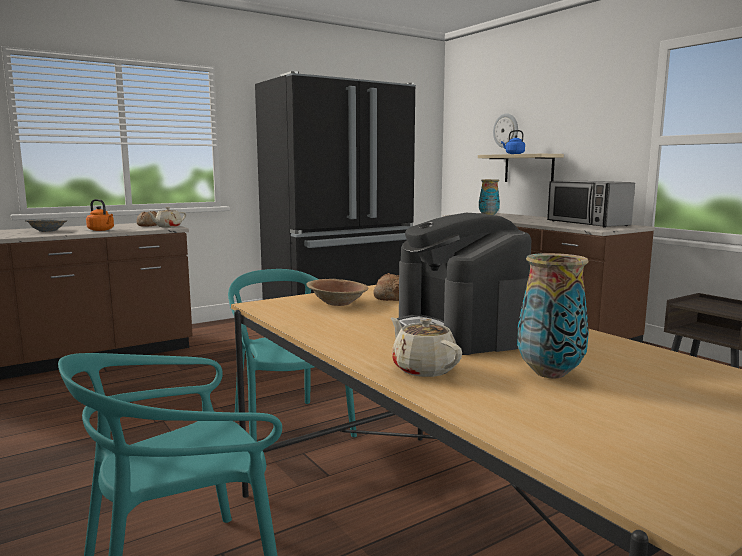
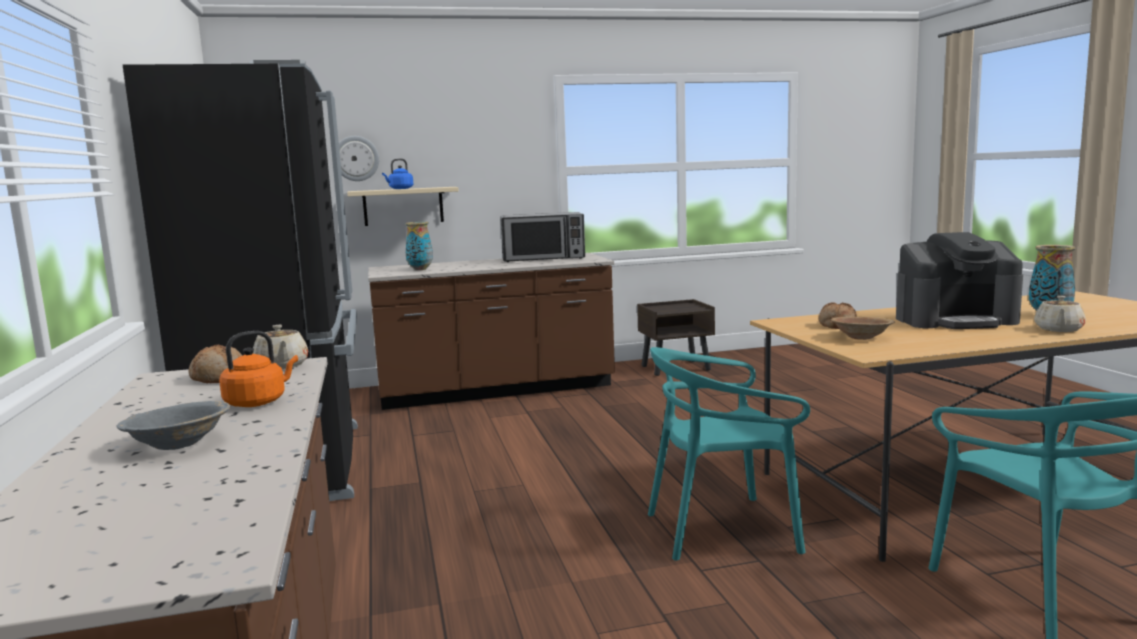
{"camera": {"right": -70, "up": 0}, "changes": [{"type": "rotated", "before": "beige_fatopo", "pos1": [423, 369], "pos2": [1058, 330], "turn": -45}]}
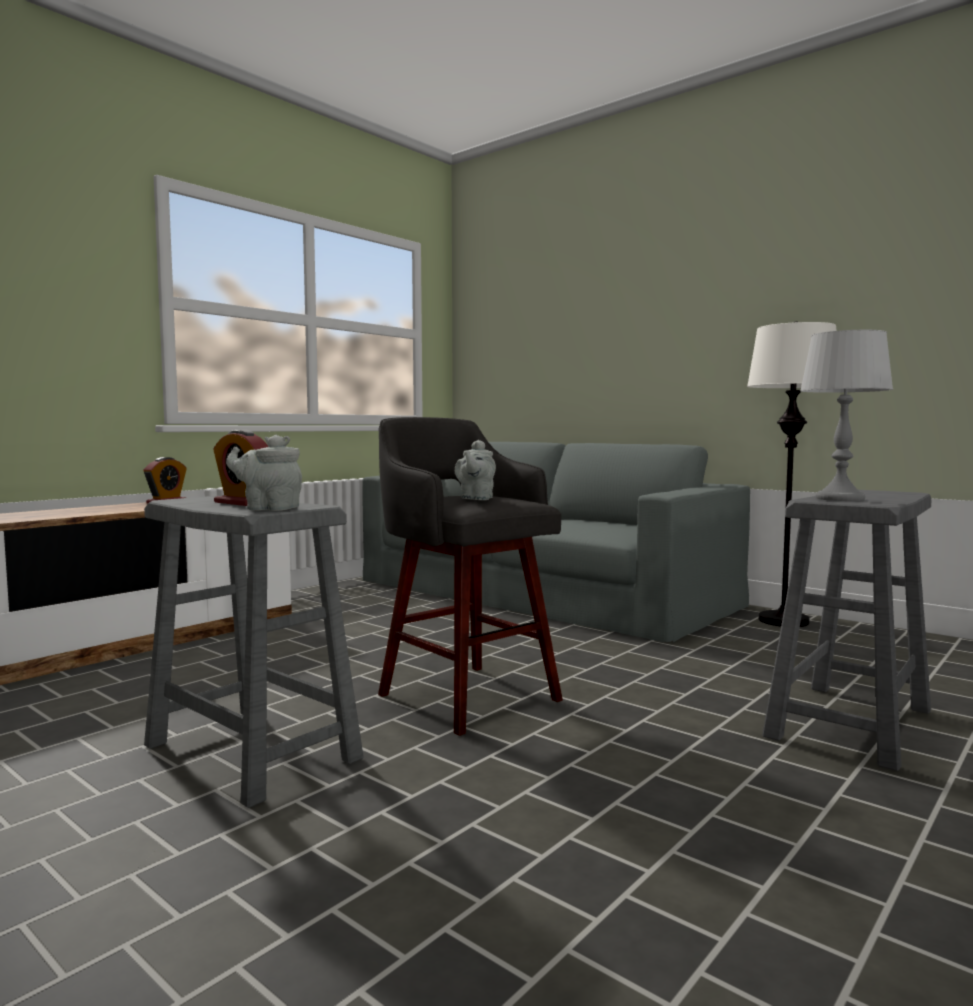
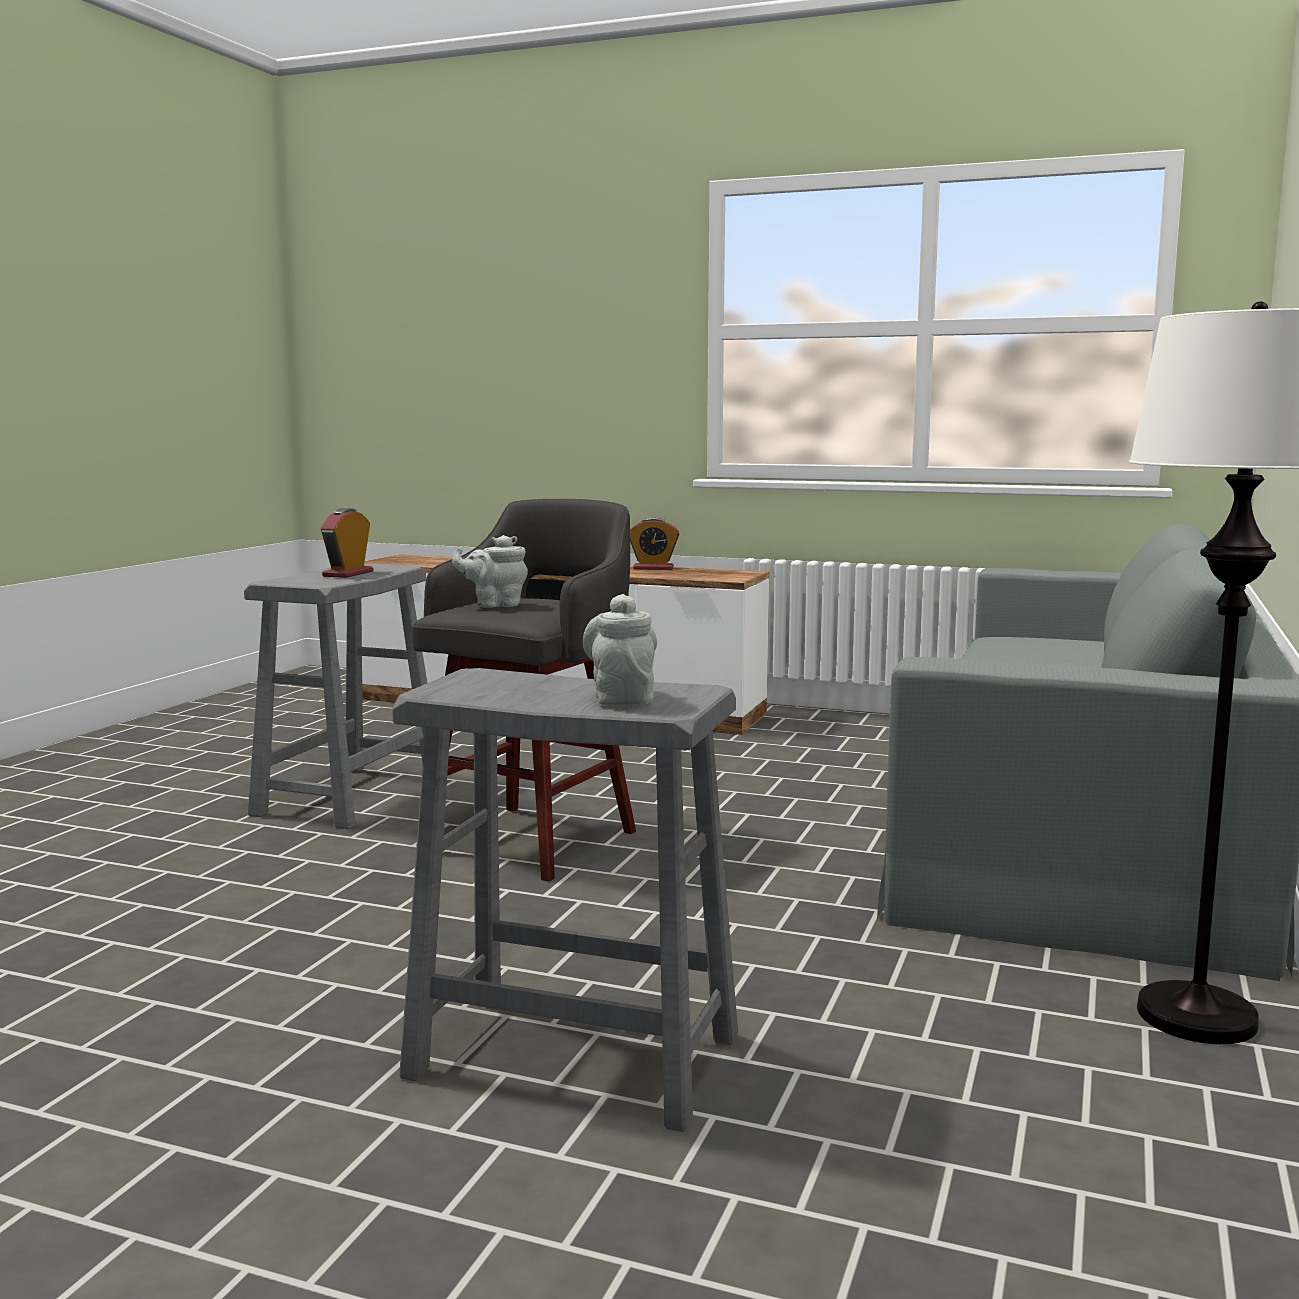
{"camera": {"right": 70, "up": 5}, "changes": [{"type": "shifted", "before": "grey_fatopo", "pos1": [268, 508], "pos2": [622, 698]}, {"type": "gone", "before": "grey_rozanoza", "pos1": [840, 499]}]}
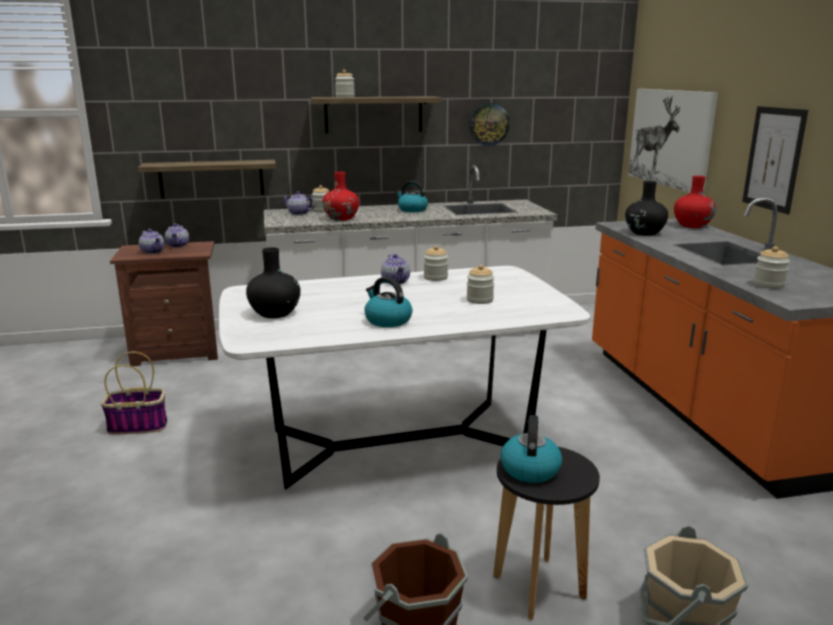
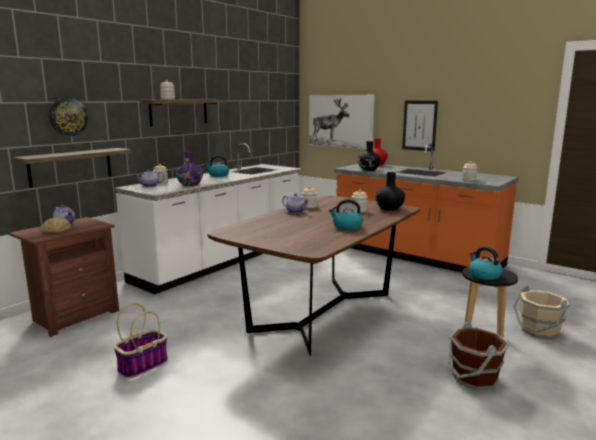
{"camera": {"right": -40, "up": -5}, "changes": [{"type": "swapped", "before": "fatopo", "after": "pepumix", "pos1": [153, 251], "pos2": [56, 230]}, {"type": "repainted", "before": "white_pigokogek", "after": "brown_pigokogek", "pos1": [398, 442], "pos2": [322, 312]}, {"type": "shifted", "before": "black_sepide", "pos1": [275, 313], "pos2": [389, 208]}, {"type": "repainted", "before": "red_sepide", "after": "purple_sepide", "pos1": [341, 218], "pos2": [190, 184]}, {"type": "shifted", "before": "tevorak", "pos1": [489, 124], "pos2": [68, 116]}]}
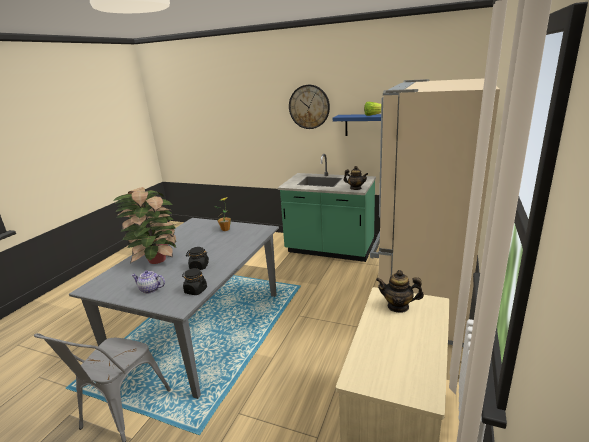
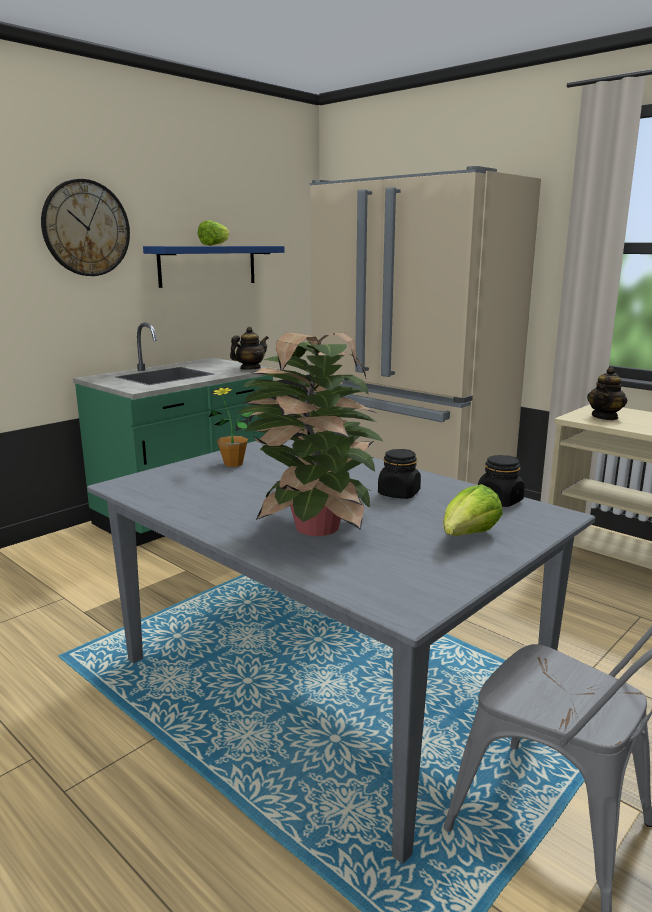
{"camera": {"right": -70, "up": -5}, "changes": [{"type": "swapped", "before": "fatopo", "after": "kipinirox", "pos1": [150, 289], "pos2": [468, 537]}]}
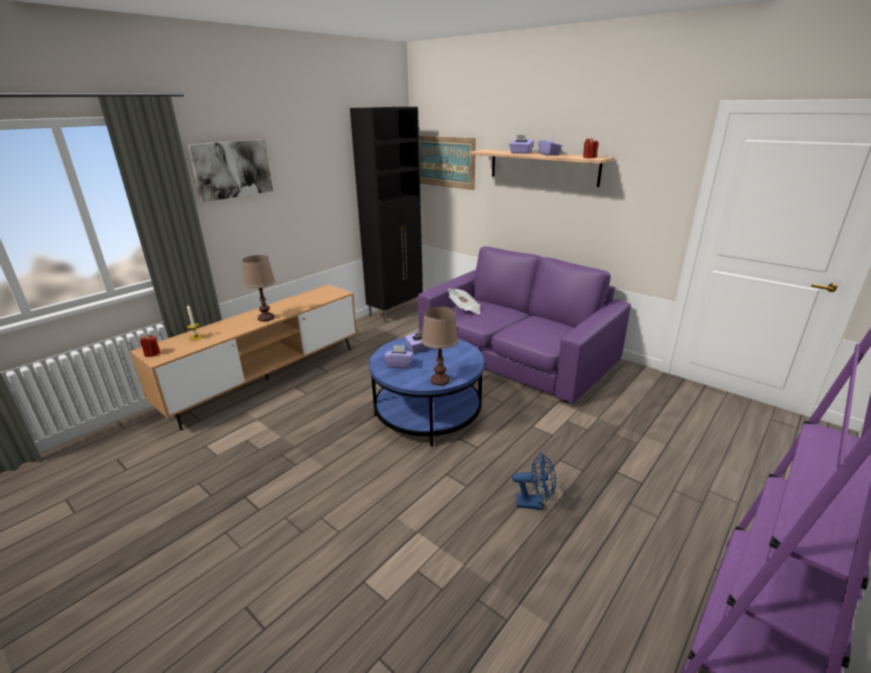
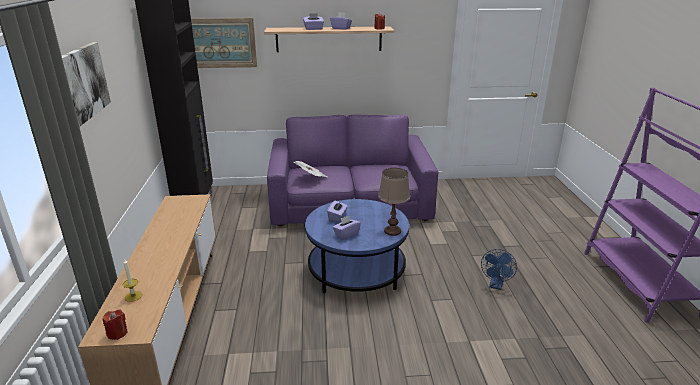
{"camera": {"right": -45, "up": 0}, "changes": [{"type": "gone", "before": "brown_rozanoza", "pos1": [266, 318]}, {"type": "rotated", "before": "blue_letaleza", "pos1": [534, 503], "pos2": [496, 285], "turn": 150}]}
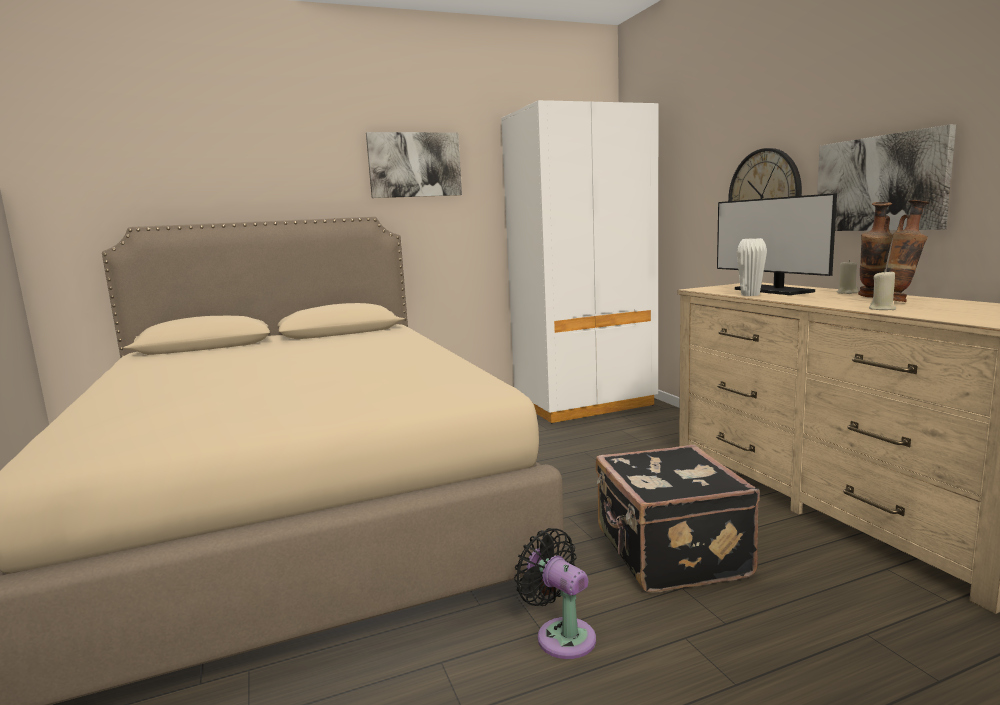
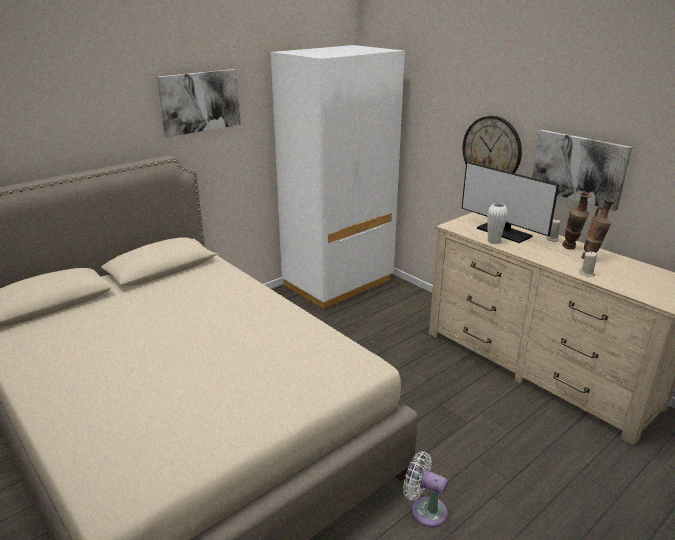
{"camera": {"right": -20, "up": 15}, "changes": [{"type": "repainted", "before": "black_letaleza", "after": "white_letaleza", "pos1": [561, 635], "pos2": [425, 510]}, {"type": "gone", "before": "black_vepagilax", "pos1": [669, 554]}]}
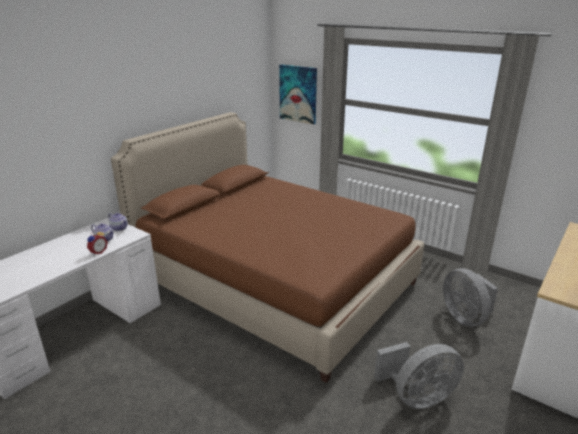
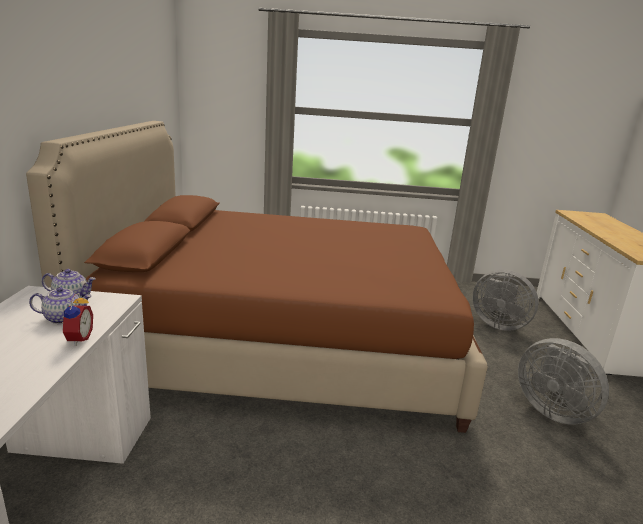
{"camera": {"right": -35, "up": -5}, "changes": [{"type": "gone", "before": "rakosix", "pos1": [298, 94]}, {"type": "rotated", "before": "grey_letaleza", "pos1": [417, 397], "pos2": [553, 410], "turn": 105}]}
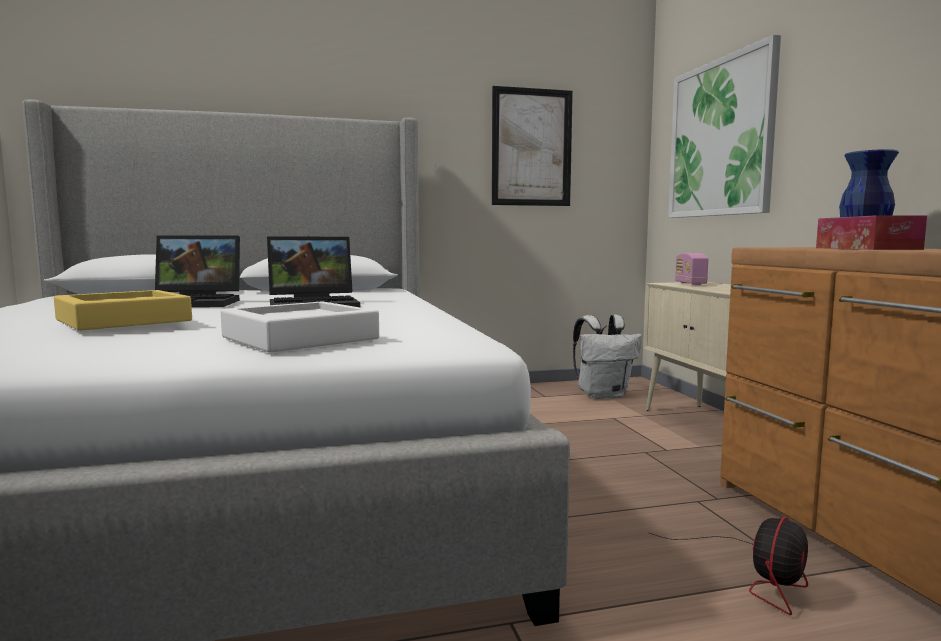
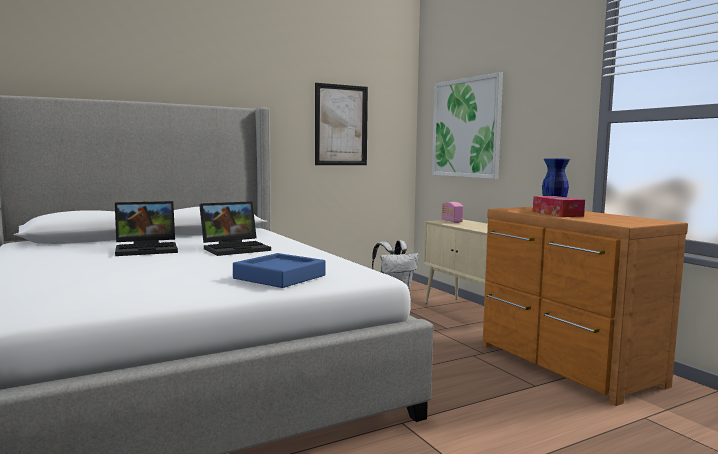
{"camera": {"right": -15, "up": 0}, "changes": [{"type": "gone", "before": "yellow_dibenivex", "pos1": [123, 320]}, {"type": "repainted", "before": "white_dibenivex", "after": "blue_dibenivex", "pos1": [300, 338], "pos2": [279, 277]}, {"type": "gone", "before": "letaleza", "pos1": [757, 576]}]}
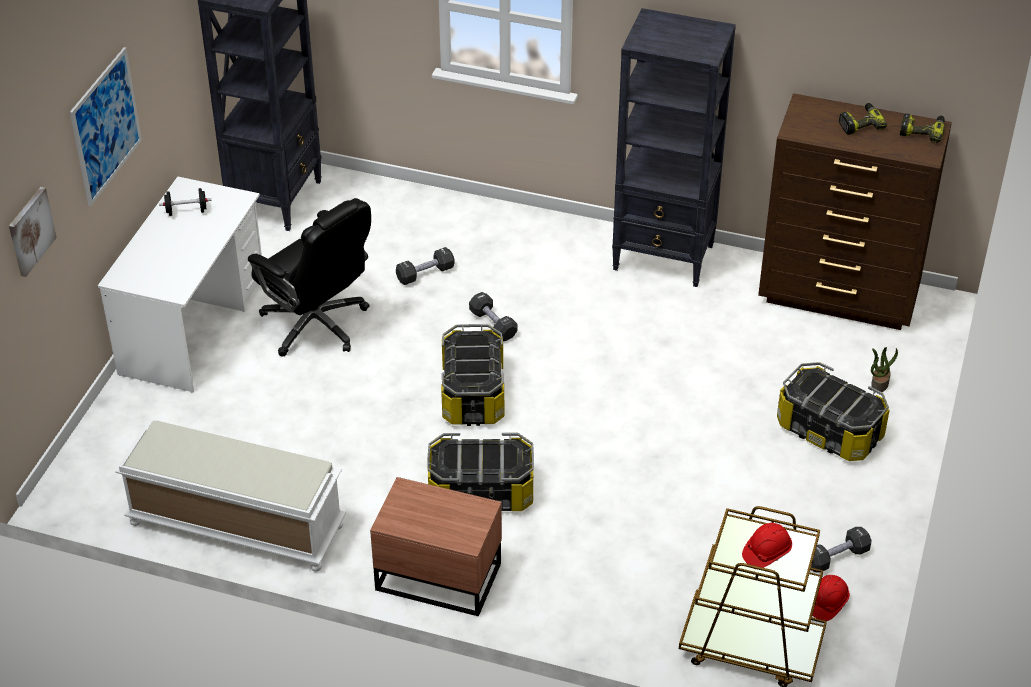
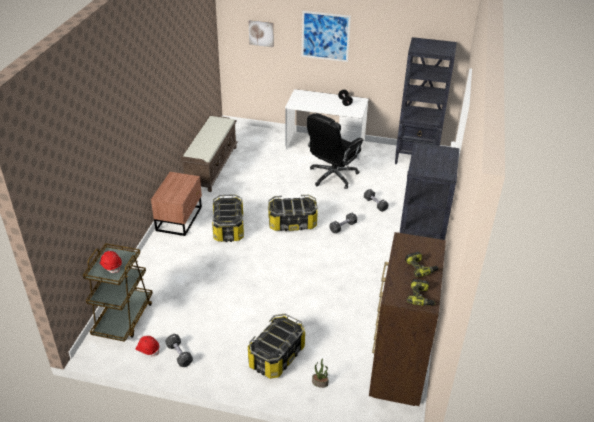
{"camera": {"right": 85, "up": -5}, "changes": [{"type": "repainted", "before": "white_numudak", "after": "brown_numudak", "pos1": [235, 525], "pos2": [211, 166]}]}
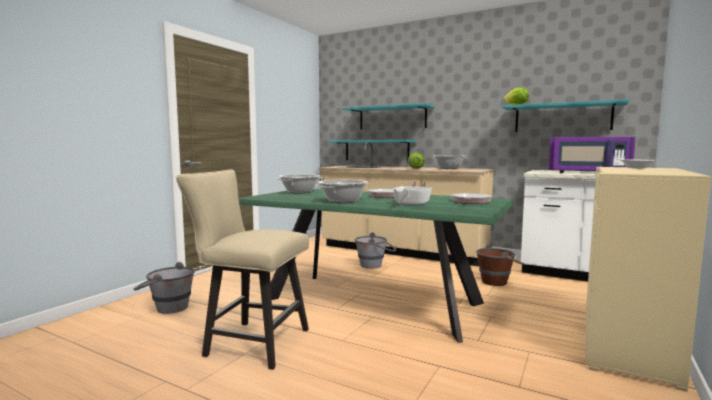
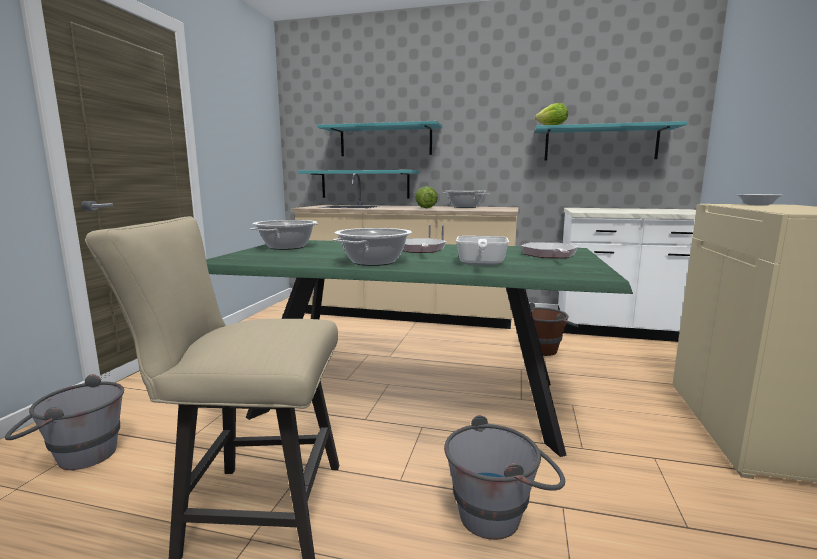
{"camera": {"right": -15, "up": 5}, "changes": [{"type": "shifted", "before": "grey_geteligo", "pos1": [375, 265], "pos2": [501, 514]}, {"type": "gone", "before": "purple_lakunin", "pos1": [589, 173]}]}
